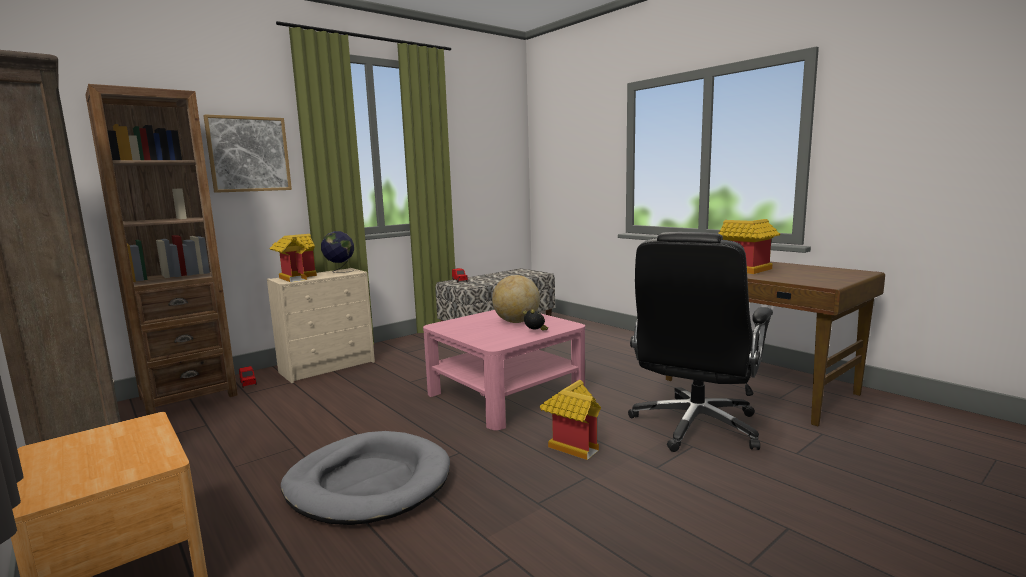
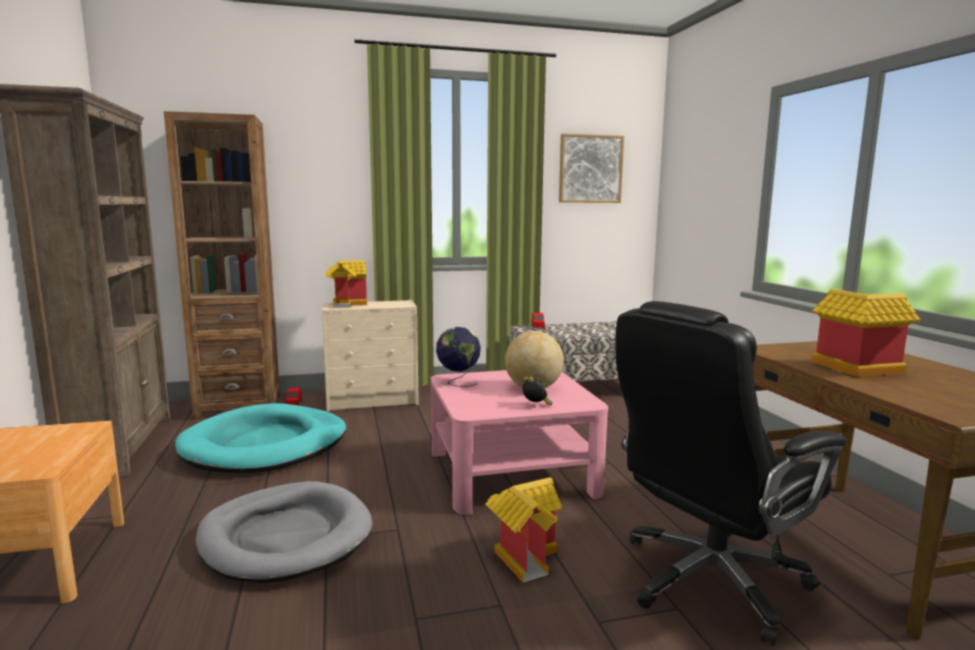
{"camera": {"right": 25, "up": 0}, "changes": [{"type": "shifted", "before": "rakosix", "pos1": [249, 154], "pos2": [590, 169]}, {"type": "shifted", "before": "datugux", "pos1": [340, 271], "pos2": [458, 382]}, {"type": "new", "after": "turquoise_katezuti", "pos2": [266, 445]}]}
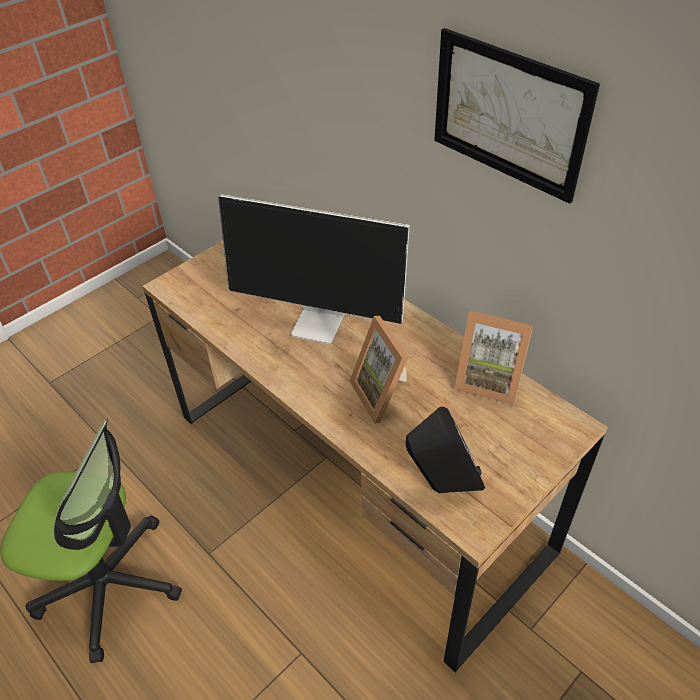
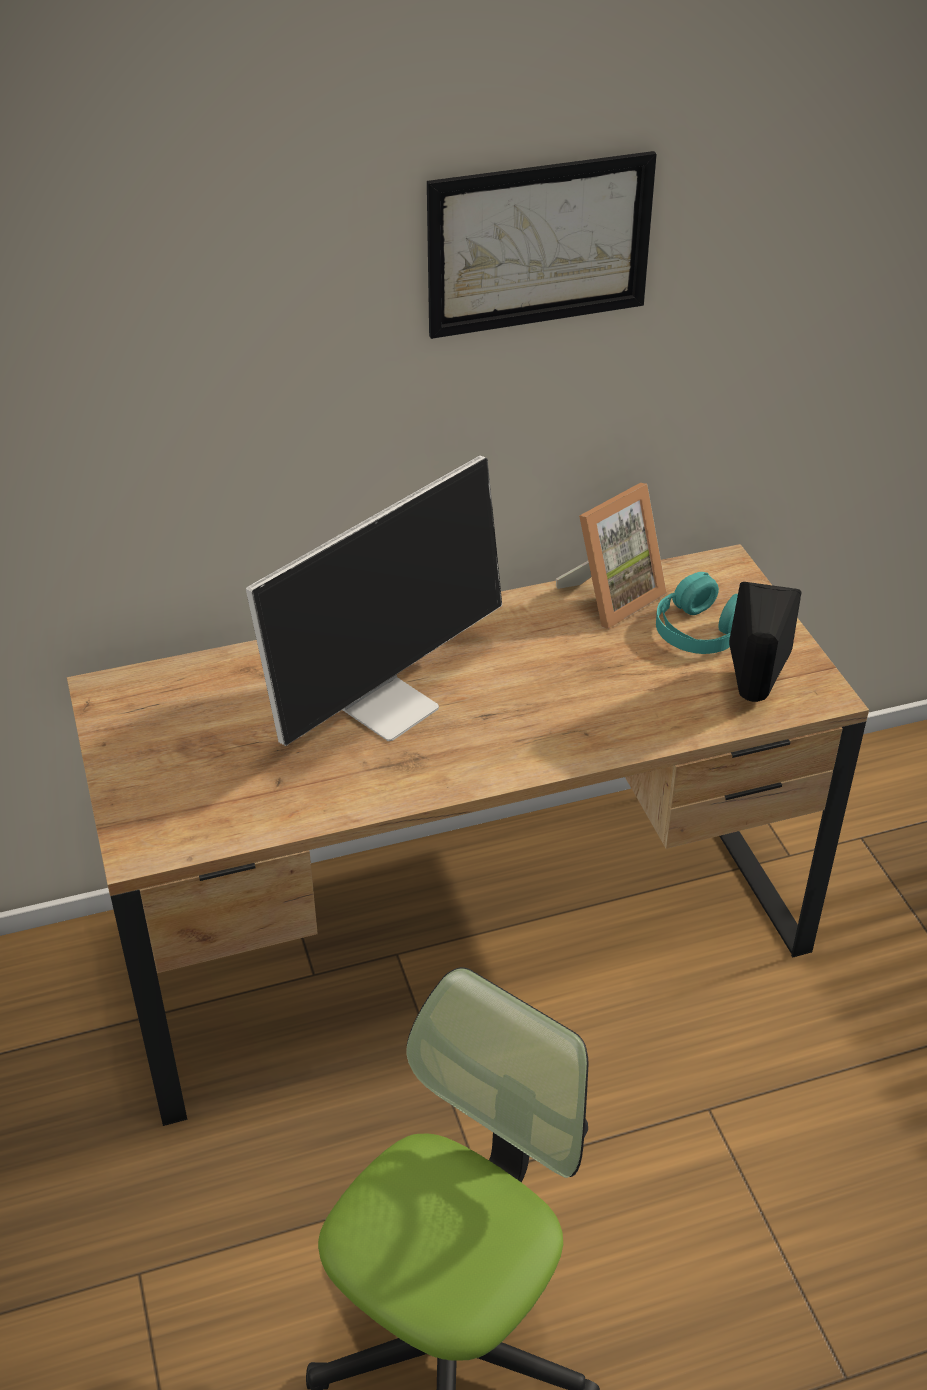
{"camera": {"right": -65, "up": -5}, "changes": [{"type": "gone", "before": "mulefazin", "pos1": [384, 394]}, {"type": "new", "after": "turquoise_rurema", "pos2": [701, 629]}]}
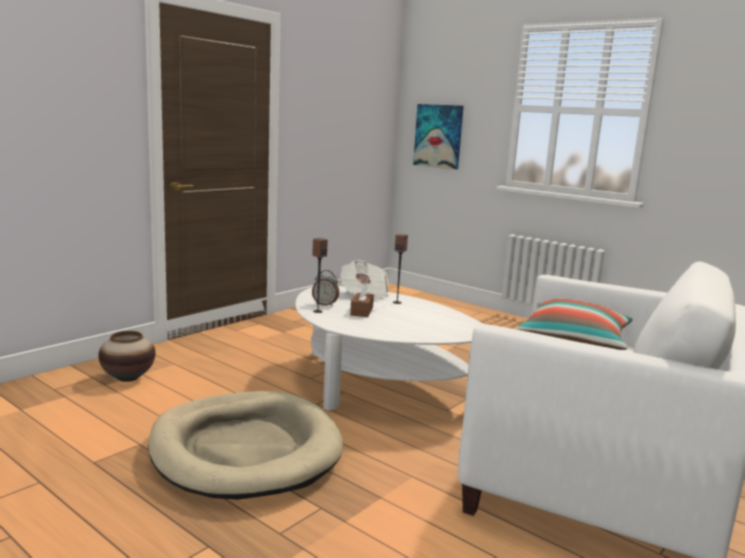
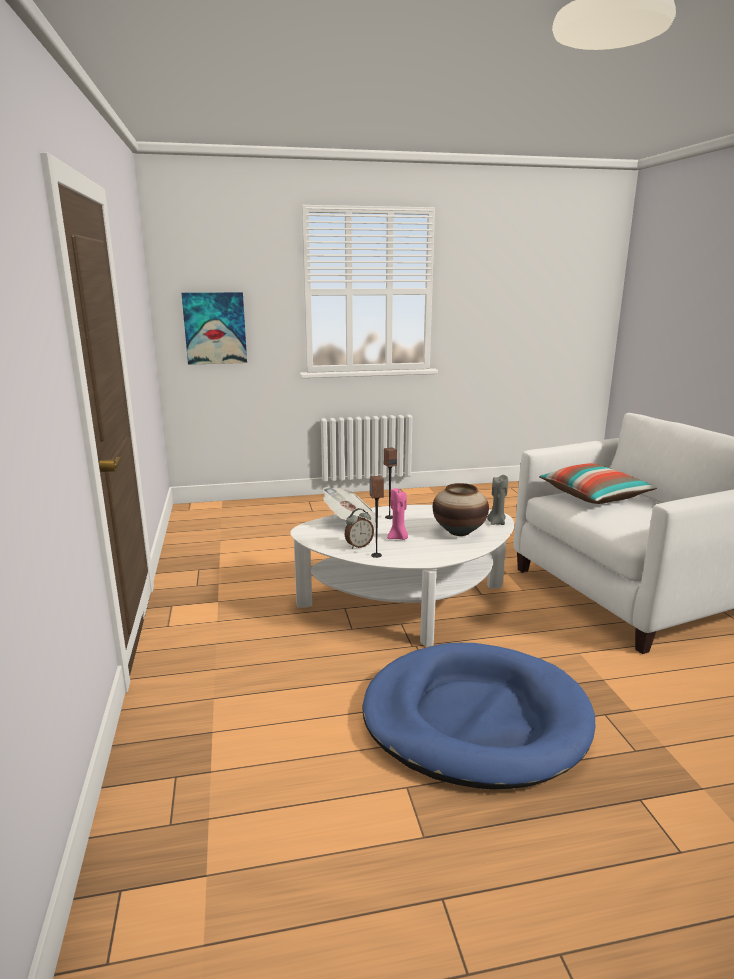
{"camera": {"right": -50, "up": 5}, "changes": [{"type": "shifted", "before": "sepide", "pos1": [128, 378], "pos2": [459, 532]}, {"type": "repainted", "before": "beige_katezuti", "after": "blue_katezuti", "pos1": [245, 450], "pos2": [474, 719]}, {"type": "swapped", "before": "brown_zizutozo", "after": "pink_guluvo", "pos1": [361, 311], "pos2": [398, 538]}, {"type": "new", "after": "grey_guluvo", "pos2": [496, 522]}]}
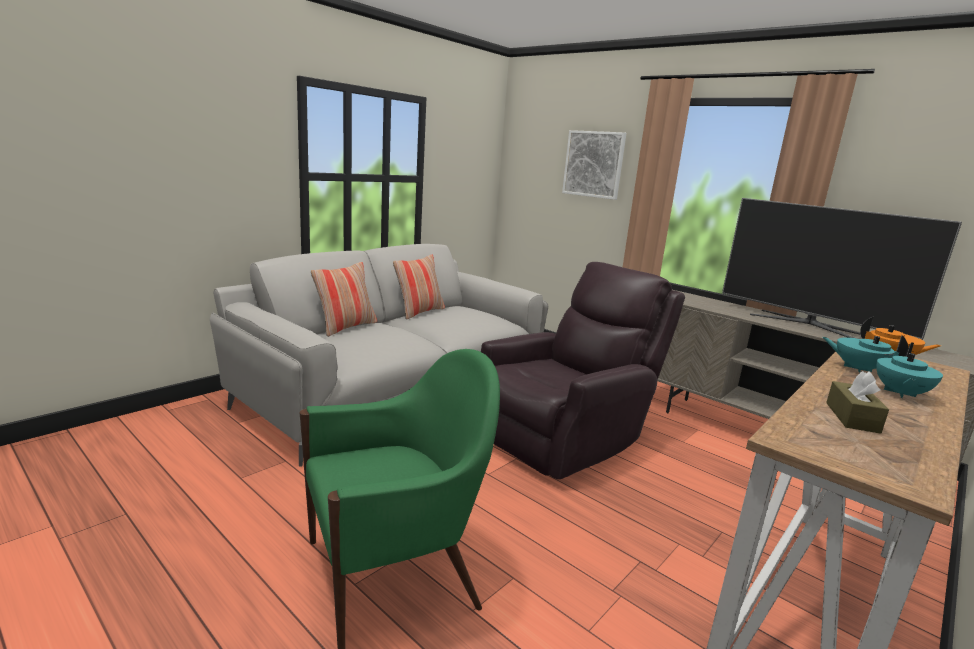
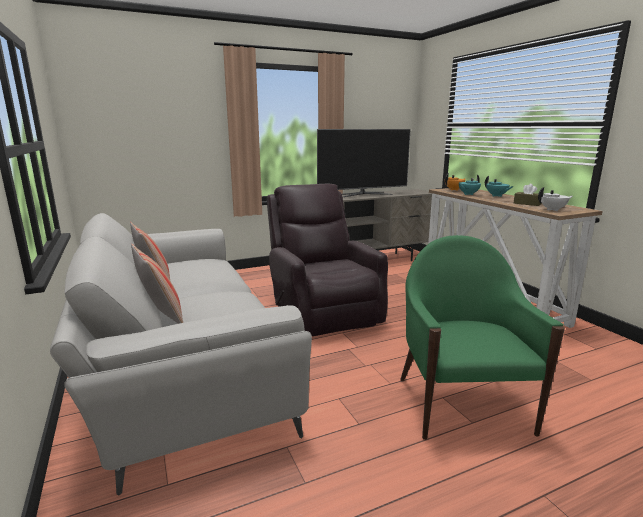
{"camera": {"right": -65, "up": 0}, "changes": [{"type": "gone", "before": "rakosix", "pos1": [593, 164]}, {"type": "new", "after": "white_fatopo", "pos2": [553, 210]}]}
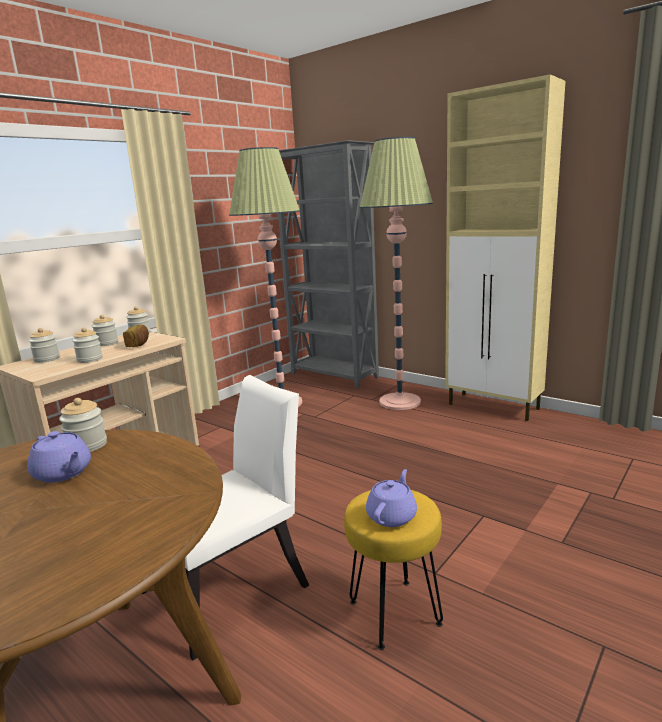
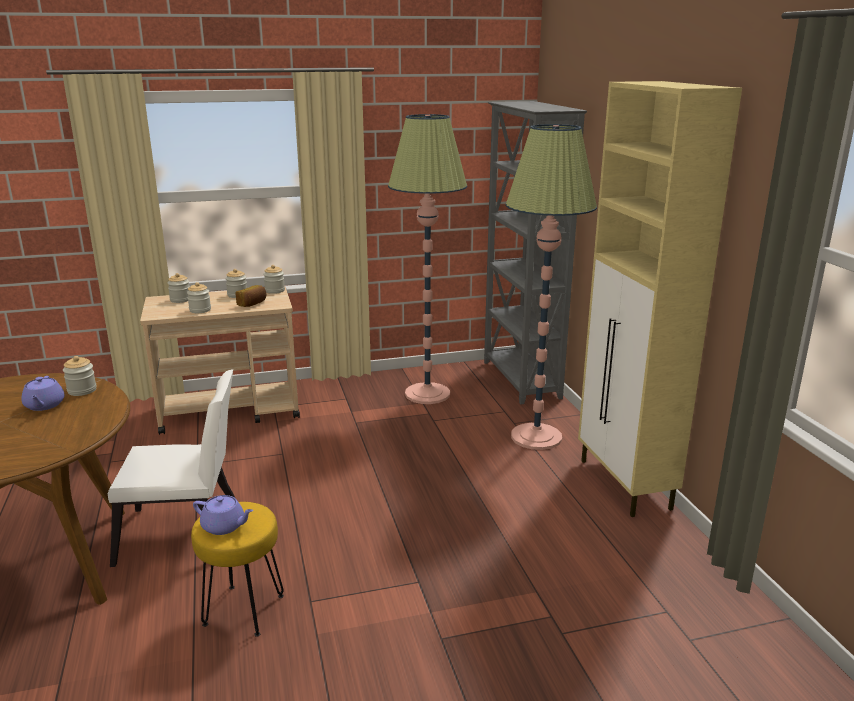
{"camera": {"right": 35, "up": 5}, "changes": [{"type": "rotated", "before": "purple_fatopo", "pos1": [392, 516], "pos2": [224, 526], "turn": 45}]}
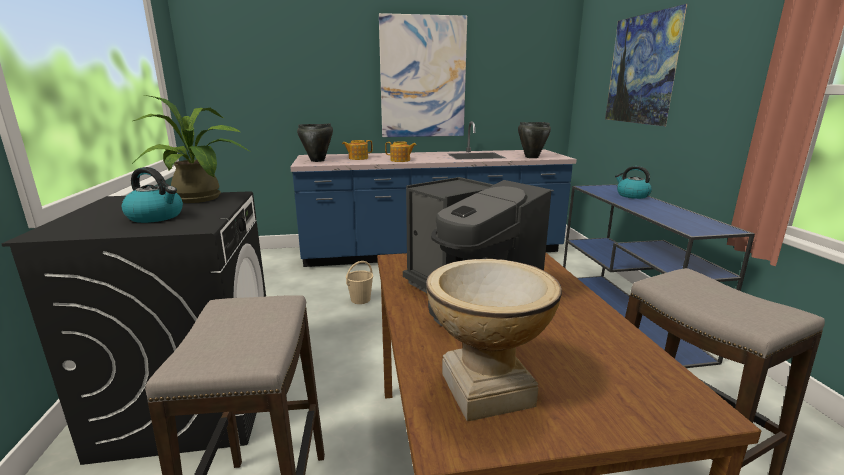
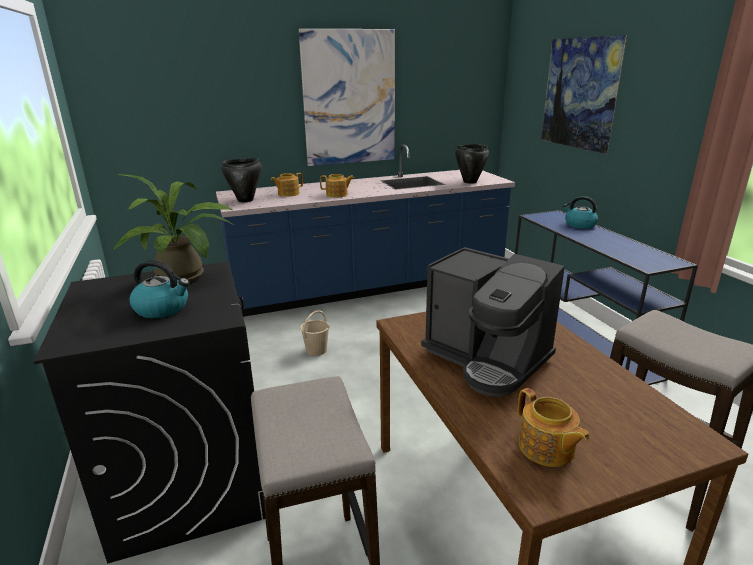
{"camera": {"right": -10, "up": 5}, "changes": [{"type": "swapped", "before": "sepide", "after": "fatopo", "pos1": [486, 389], "pos2": [546, 448]}]}
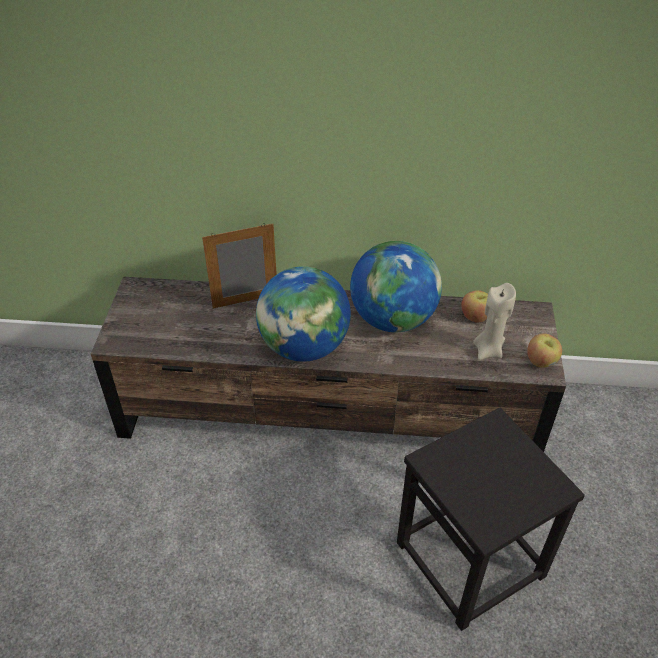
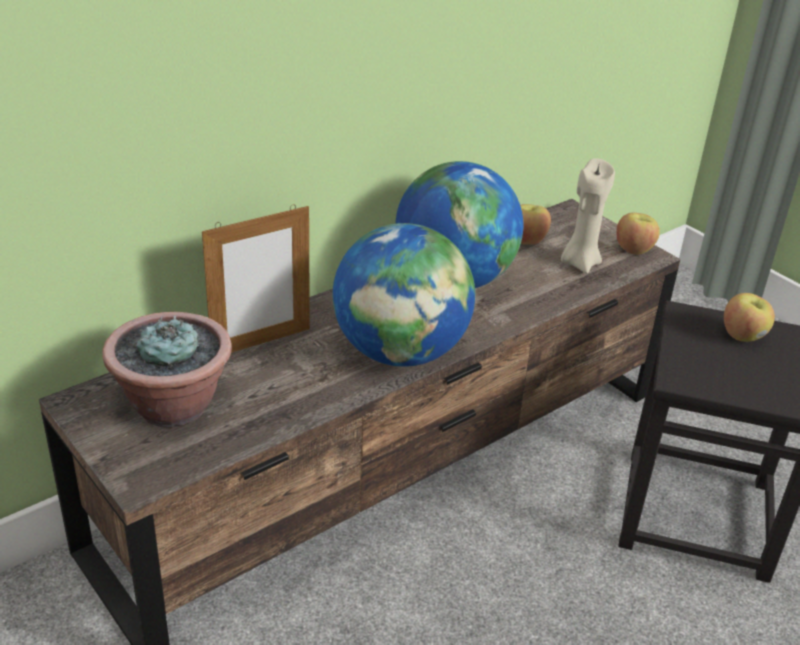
{"camera": {"right": -45, "up": -10}, "changes": [{"type": "rotated", "before": "mulefazin", "pos1": [245, 301], "pos2": [261, 342], "turn": -150}, {"type": "new", "after": "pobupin", "pos2": [173, 405]}, {"type": "new", "after": "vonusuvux", "pos2": [743, 335]}]}
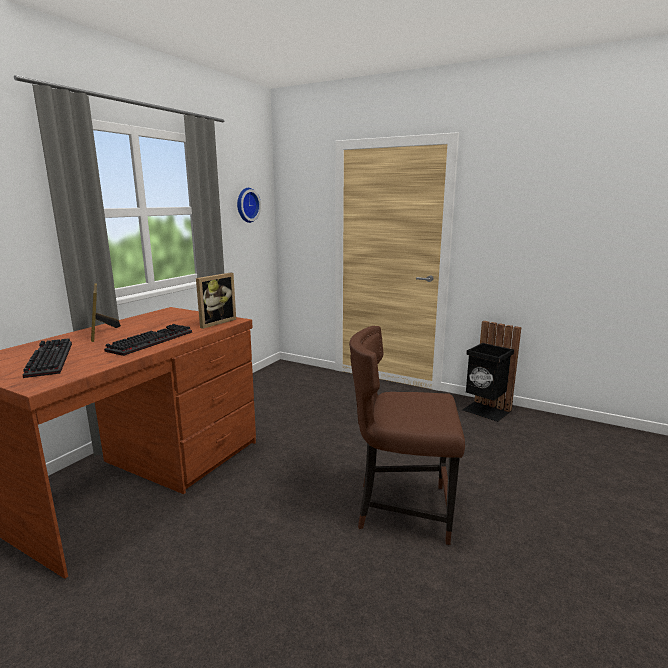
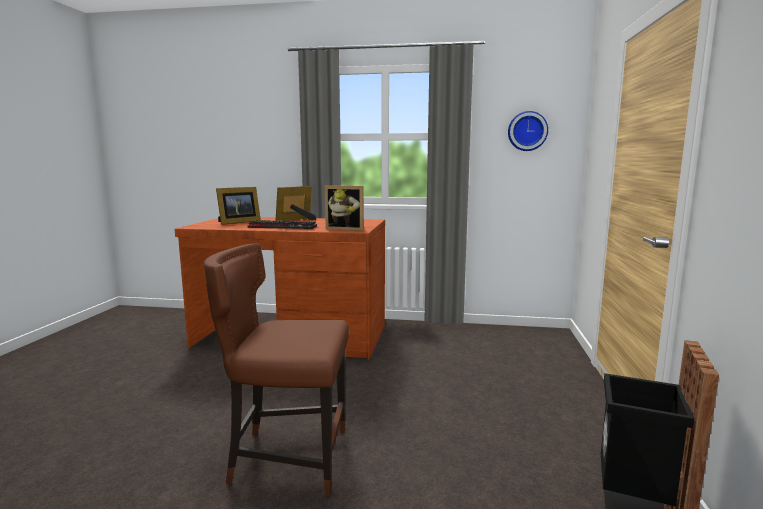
{"camera": {"right": 70, "up": -5}, "changes": [{"type": "swapped", "before": "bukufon", "after": "mulefazin", "pos1": [48, 359], "pos2": [237, 222]}, {"type": "rotated", "before": "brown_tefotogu", "pos1": [401, 509], "pos2": [287, 458], "turn": -75}]}
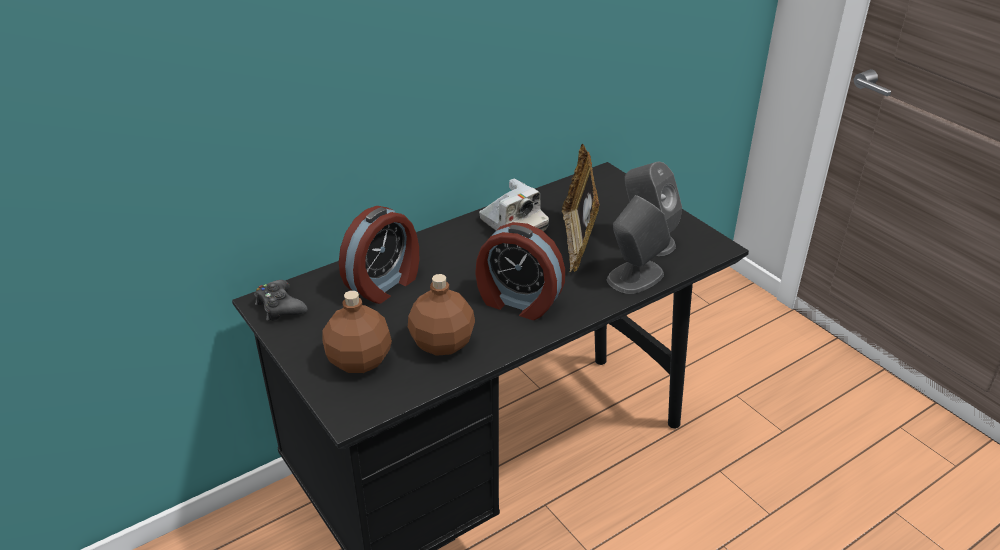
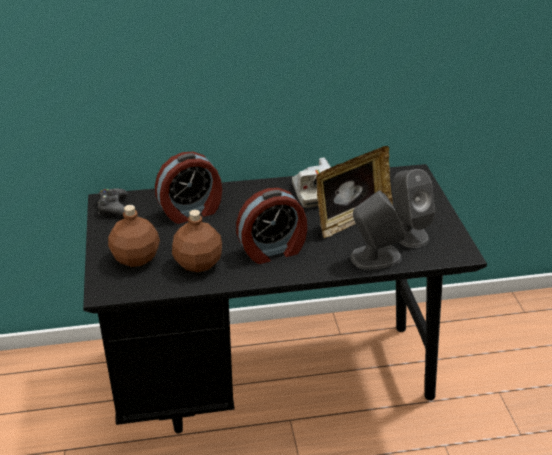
{"camera": {"right": 25, "up": 0}, "changes": [{"type": "rotated", "before": "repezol", "pos1": [518, 302], "pos2": [272, 250], "turn": -75}, {"type": "rotated", "before": "mulefazin", "pos1": [577, 242], "pos2": [352, 219], "turn": -150}]}
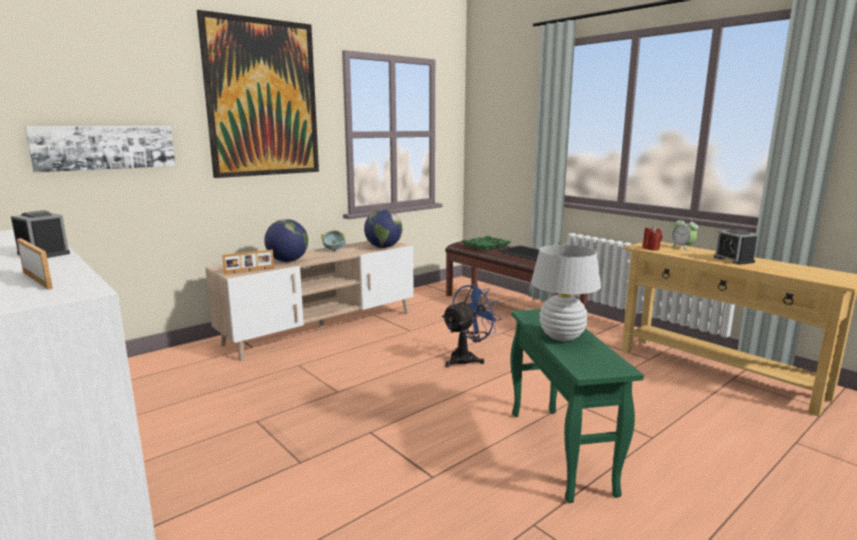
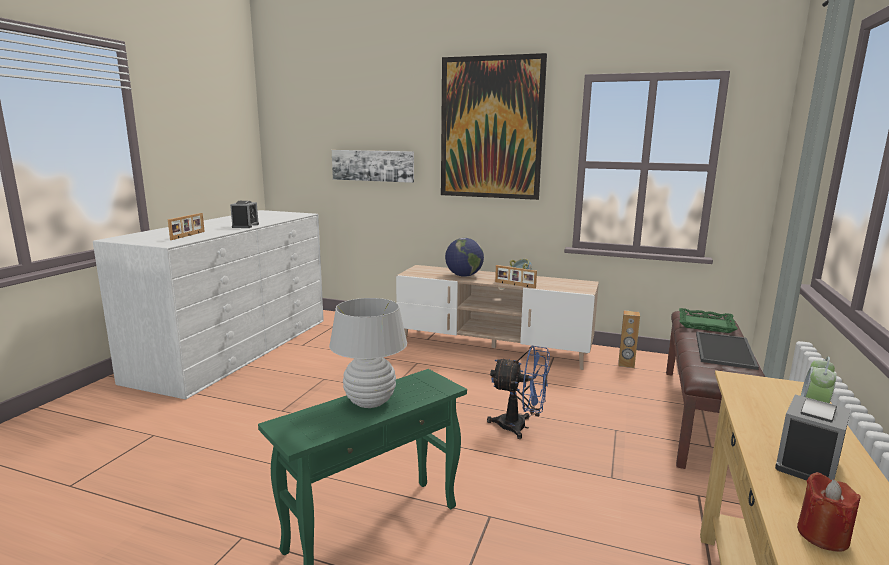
{"camera": {"right": 60, "up": 0}, "changes": [{"type": "shifted", "before": "mulefazin", "pos1": [249, 271], "pos2": [514, 285]}, {"type": "gone", "before": "datugux", "pos1": [383, 247]}, {"type": "shifted", "before": "red_guluvo", "pos1": [651, 248], "pos2": [822, 535]}, {"type": "new", "after": "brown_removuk", "pos2": [626, 364]}]}
